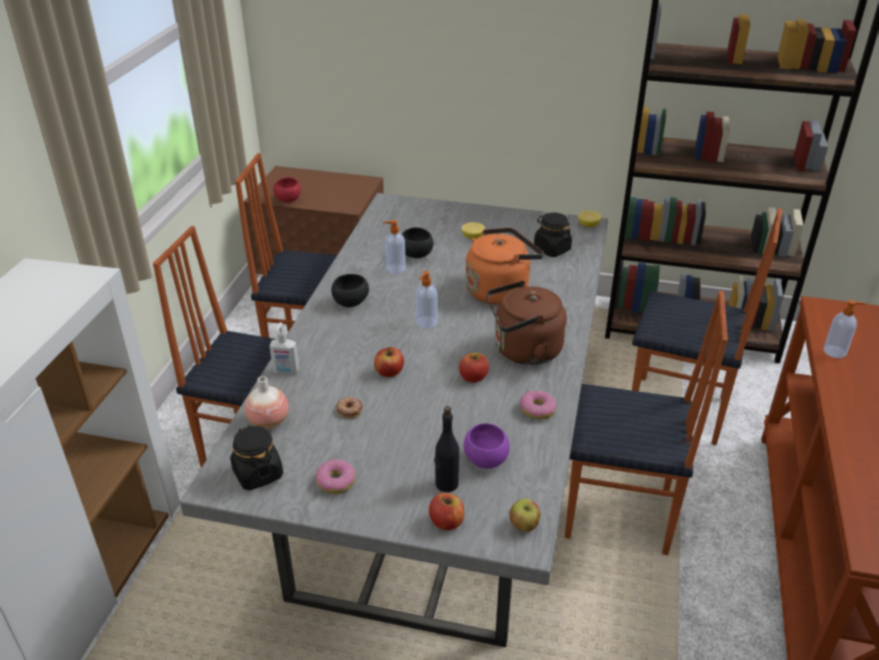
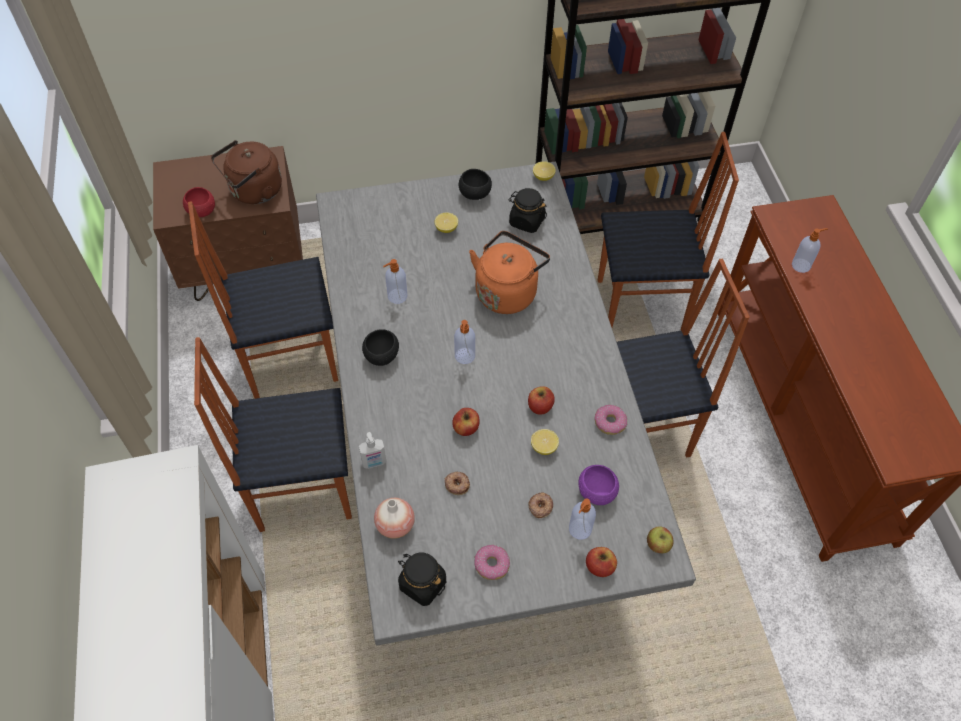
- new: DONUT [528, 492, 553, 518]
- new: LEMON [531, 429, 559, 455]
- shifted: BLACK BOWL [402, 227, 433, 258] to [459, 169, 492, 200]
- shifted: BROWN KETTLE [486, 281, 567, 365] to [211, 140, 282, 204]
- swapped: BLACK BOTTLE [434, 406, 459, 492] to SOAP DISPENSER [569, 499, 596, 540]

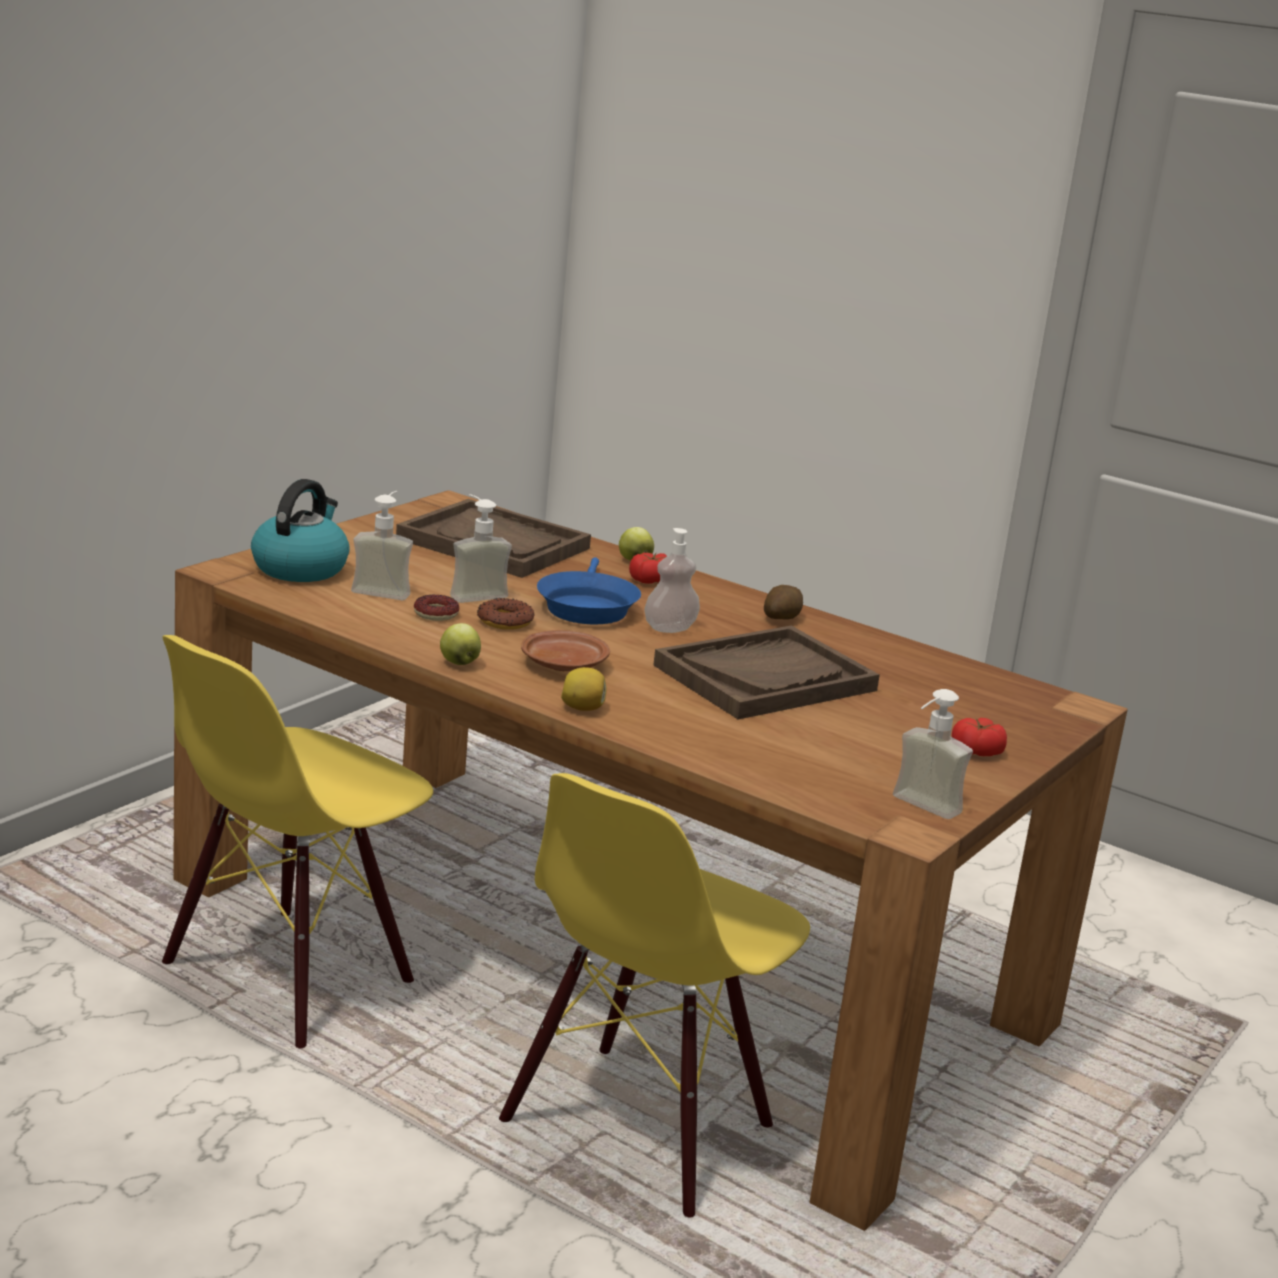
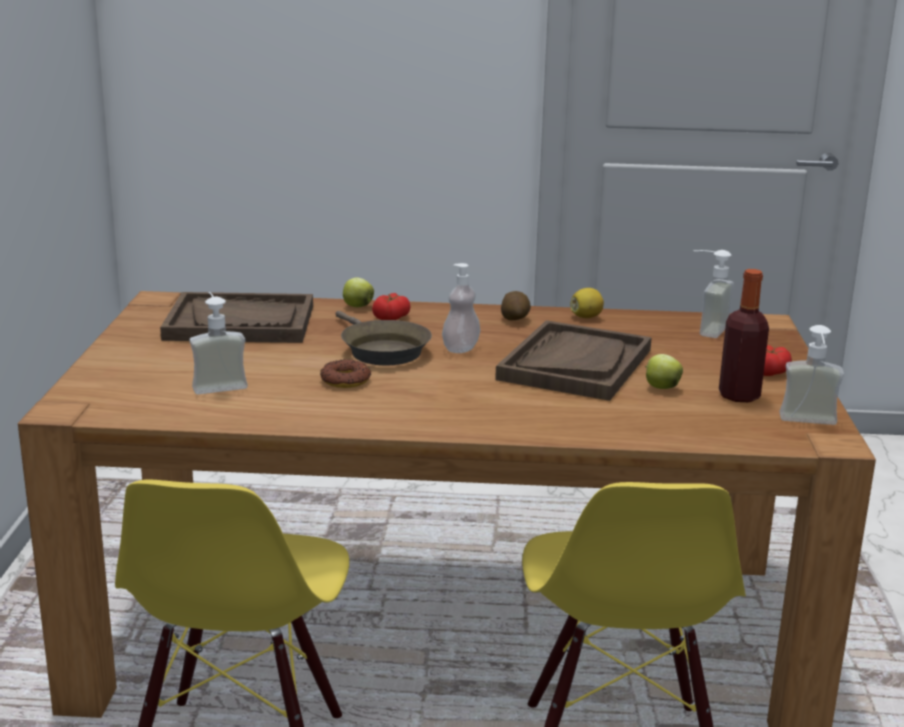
- gone: KETTLE [251, 479, 350, 582]
- gone: DONUT [414, 595, 459, 621]
- gone: BROWN PLATE [521, 630, 610, 671]
- new: BOTTLE [719, 269, 769, 402]
- shifted: APPLE [440, 623, 481, 665] to [645, 354, 683, 389]
- shifted: SOAP DISPENSER [450, 494, 512, 603] to [694, 250, 734, 338]
- shifted: LEMON [561, 667, 607, 711] to [570, 288, 604, 318]
- repainted: BLUE FRYING PAN [537, 557, 641, 624] to BROWN FRYING PAN [336, 311, 432, 365]

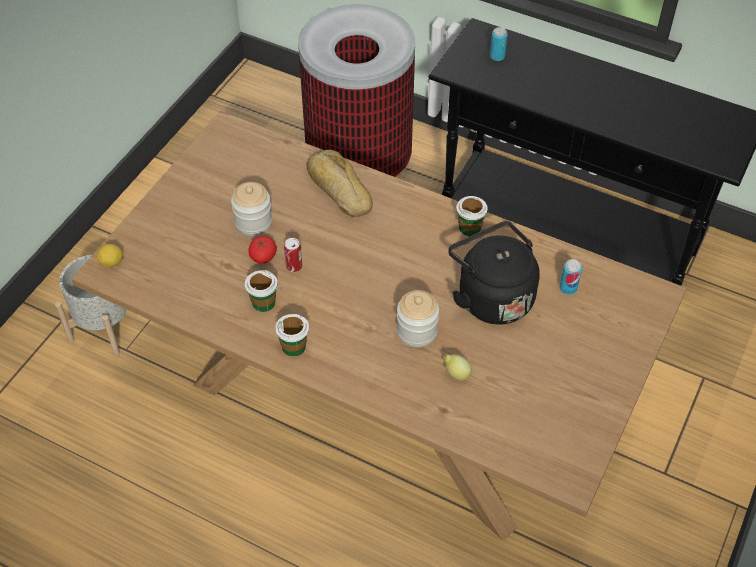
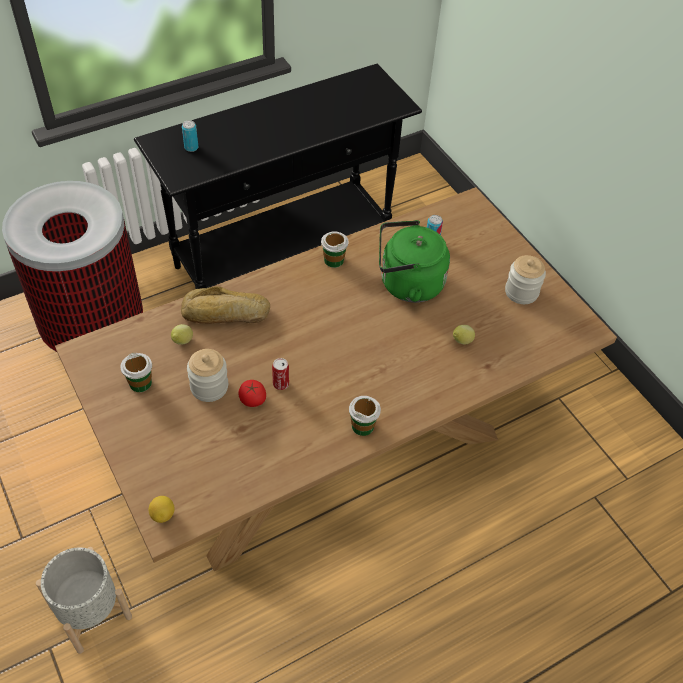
- new: LEMON [171, 324, 193, 345]
- shifted: CUP [245, 270, 277, 312] to [120, 353, 152, 392]
- shifted: JAR [397, 290, 439, 347] to [505, 255, 546, 304]
- repainted: BLACK KETTLE [448, 221, 540, 325] to GREEN KETTLE [379, 220, 450, 303]

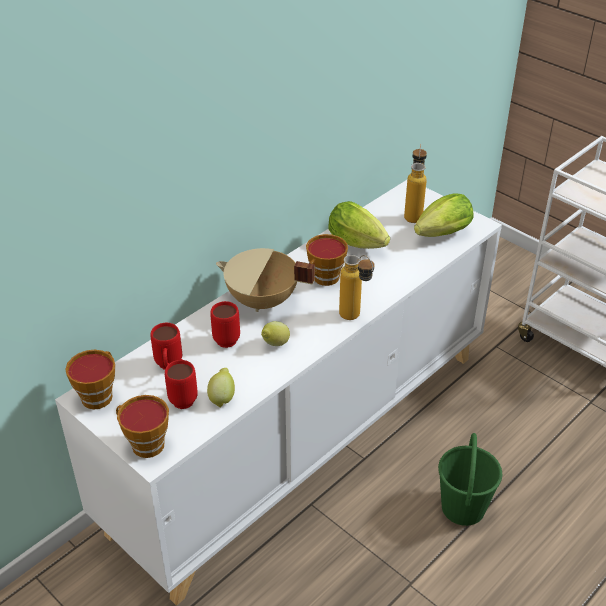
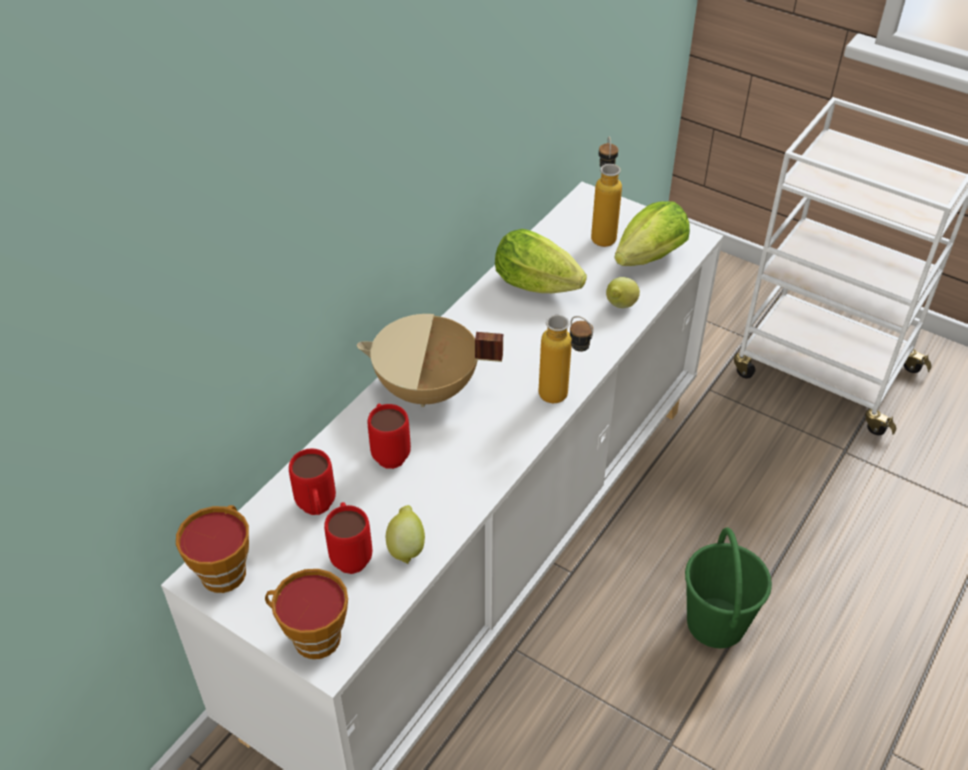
- gone: CUP [306, 234, 348, 286]
- shifted: LEMON [261, 321, 290, 346] to [606, 277, 640, 308]

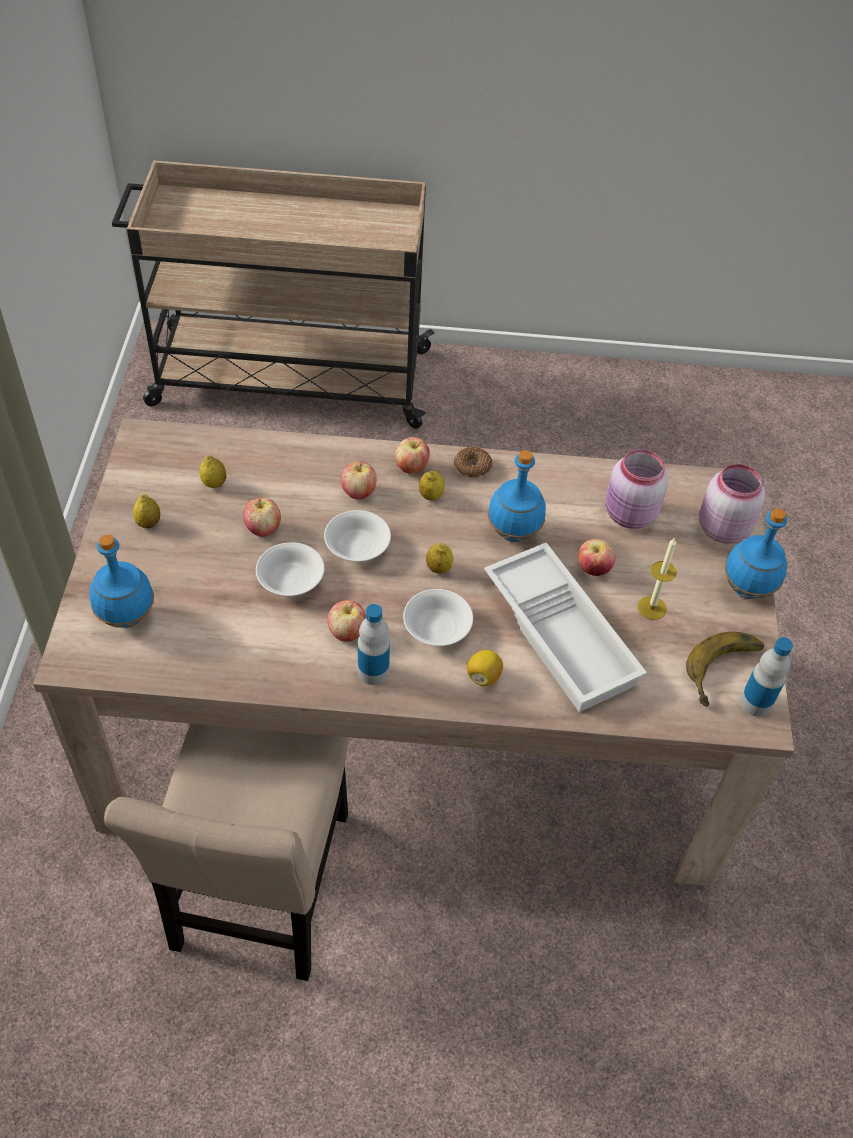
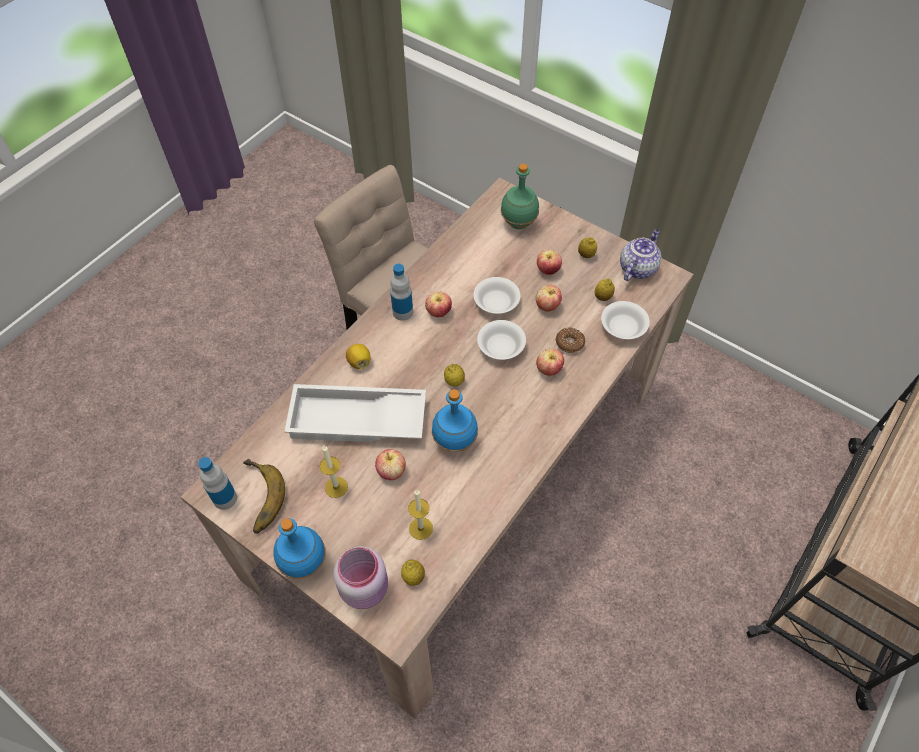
- new: TEAPOT [620, 229, 661, 281]
- shifted: APPLE [395, 437, 430, 473] to [537, 249, 562, 275]
- shifted: WHITE BOWL [403, 589, 473, 646] to [601, 301, 650, 339]
- shifted: LEMON [419, 471, 445, 500] to [401, 560, 425, 586]
- shifted: DONUT [454, 447, 492, 478] to [556, 327, 585, 353]
- swapped: PINK JAR [605, 449, 668, 529] to CANDLE [408, 490, 433, 540]
- repainted: BLUE BOTTLE [89, 535, 154, 628] to GREEN BOTTLE [501, 164, 539, 229]

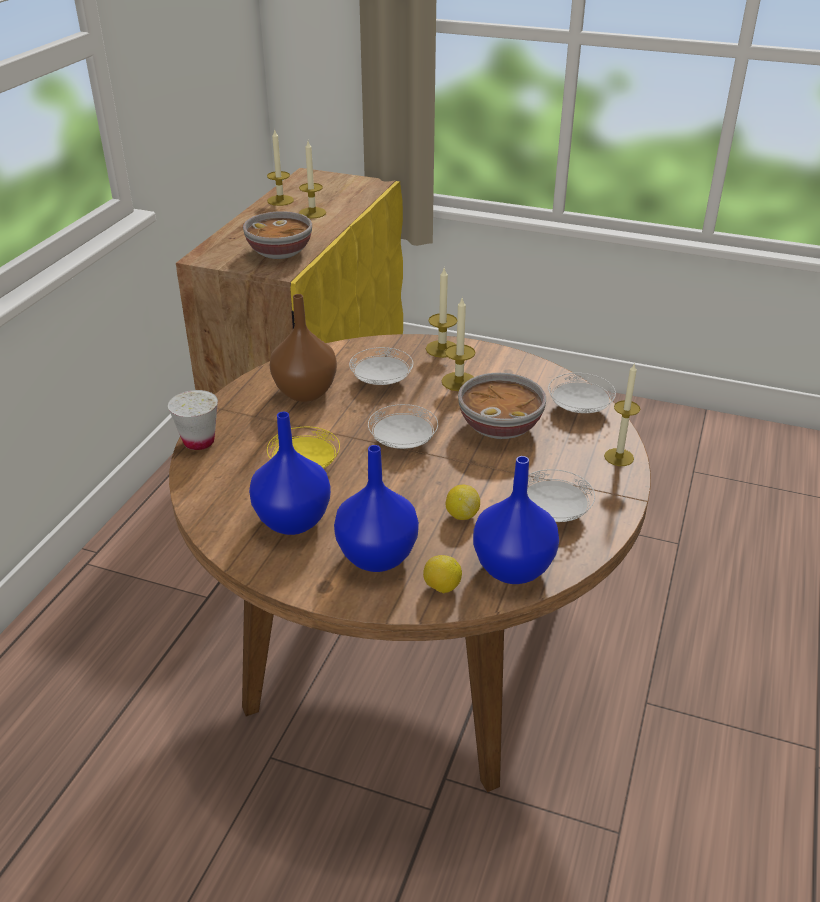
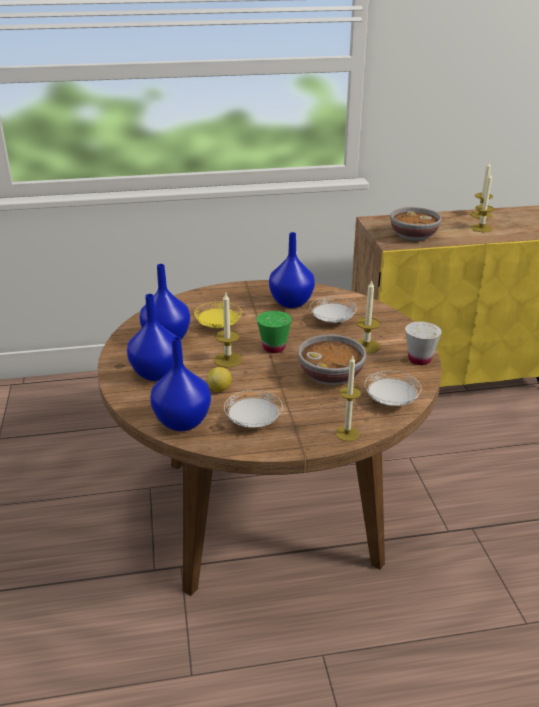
- gone: LEMON [423, 555, 462, 593]
- shifted: WHITE CUP [168, 390, 218, 450] to [405, 322, 442, 365]
- shifted: CANDLE [426, 268, 457, 358] to [214, 293, 242, 368]
- swapped: WHITE PLATE [368, 404, 438, 449] to GREEN CUP [257, 311, 292, 353]
- repainted: BROWN VASE [269, 294, 337, 402] to BLUE VASE [269, 232, 315, 308]

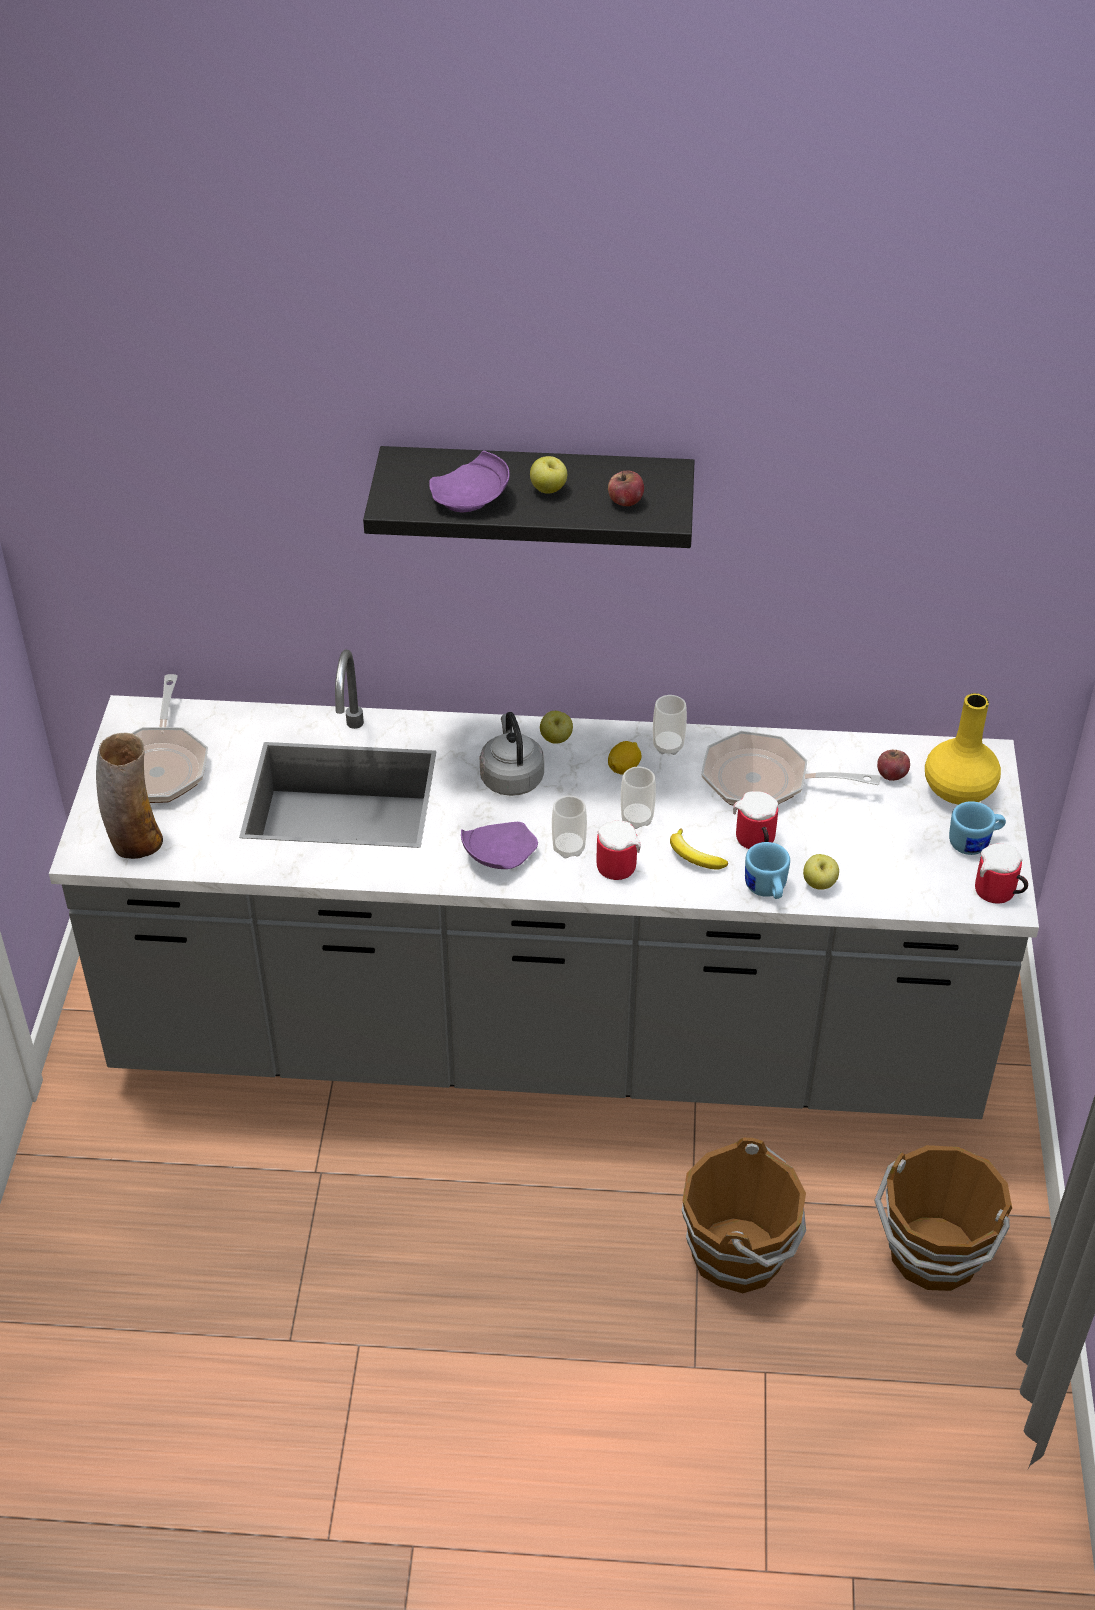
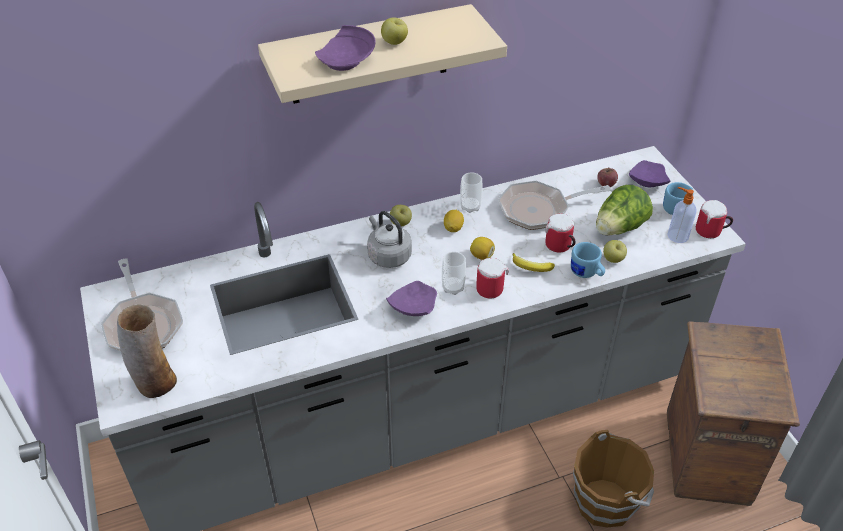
- gone: APPLE [608, 471, 644, 506]
- new: LETTUCE [596, 185, 653, 235]
- new: SOAP DISPENSER [667, 187, 696, 243]
- swapped: CUP [621, 767, 656, 829] to LEMON [470, 237, 495, 260]
- swapped: BROWN BUCKET [874, 1145, 1012, 1291] to CRATE [667, 321, 800, 506]
- swapped: YELLOW VASE [925, 693, 1001, 805] to PURPLE PLATE [629, 160, 670, 187]
- repainted: BLACK SHELF [363, 446, 694, 548] to BEIGE SHELF [258, 4, 507, 104]

